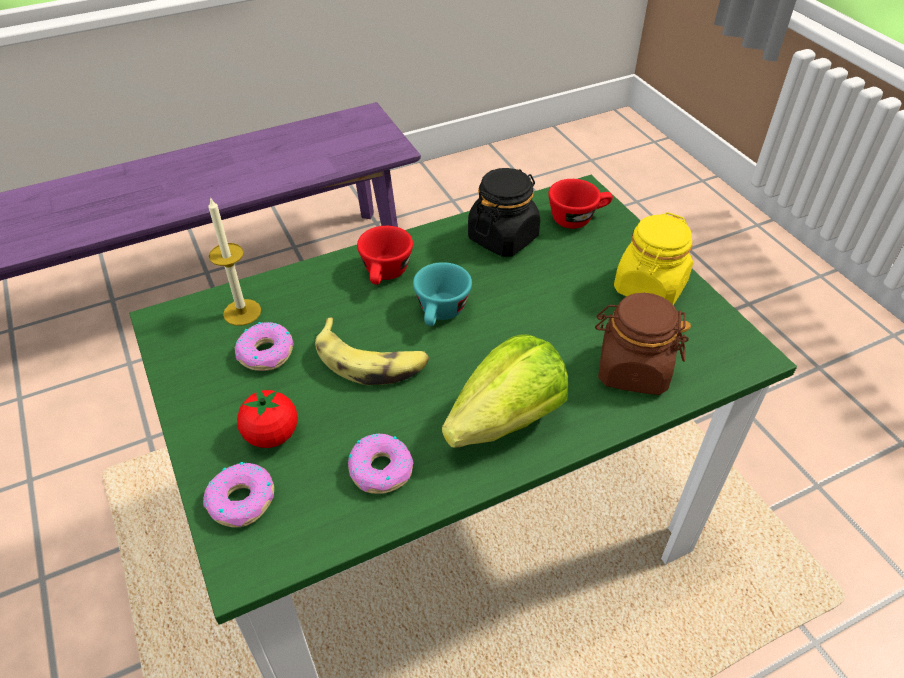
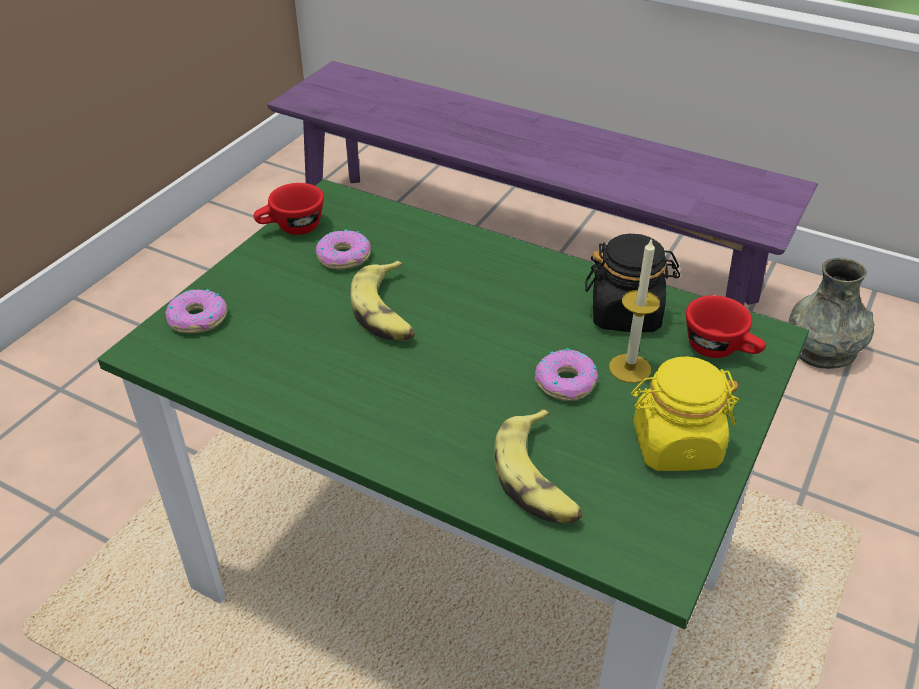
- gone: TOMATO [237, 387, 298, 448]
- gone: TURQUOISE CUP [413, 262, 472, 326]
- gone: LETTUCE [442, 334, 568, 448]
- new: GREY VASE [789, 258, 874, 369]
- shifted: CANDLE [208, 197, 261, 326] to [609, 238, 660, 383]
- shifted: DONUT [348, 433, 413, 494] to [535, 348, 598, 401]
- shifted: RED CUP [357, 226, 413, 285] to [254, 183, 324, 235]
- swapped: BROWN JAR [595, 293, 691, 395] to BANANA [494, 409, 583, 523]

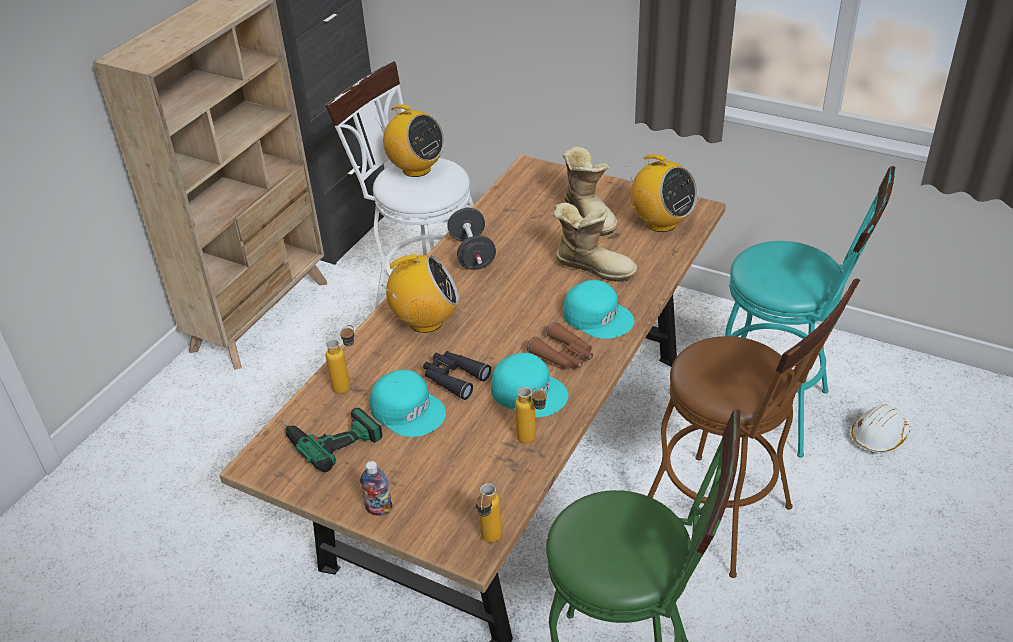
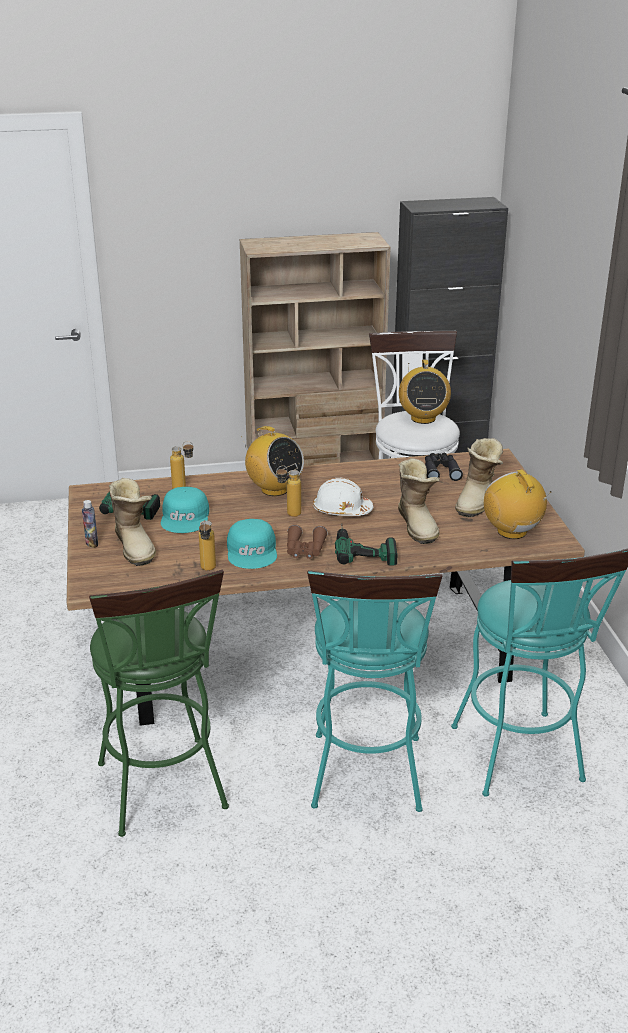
- gone: BLACK DUMBBELL [447, 208, 496, 270]
- new: BOOT [109, 478, 156, 566]
- shifted: BLACK BINOCULARS [423, 351, 491, 400] to [425, 453, 463, 481]
- shifted: BOTTLE [476, 483, 502, 543] to [276, 465, 301, 517]
- shifted: WHITE HARD HAT [851, 404, 911, 453] to [313, 478, 373, 516]
- swapped: TURQUOISE CAP [563, 280, 634, 339] to POWER DRILL [335, 528, 398, 565]
- repainted: BROWN STOOL [648, 279, 860, 578] to TURQUOISE STOOL [307, 570, 442, 812]
- rotated: RADIO [626, 154, 697, 232] = [484, 469, 551, 539] 150 degrees clockwise

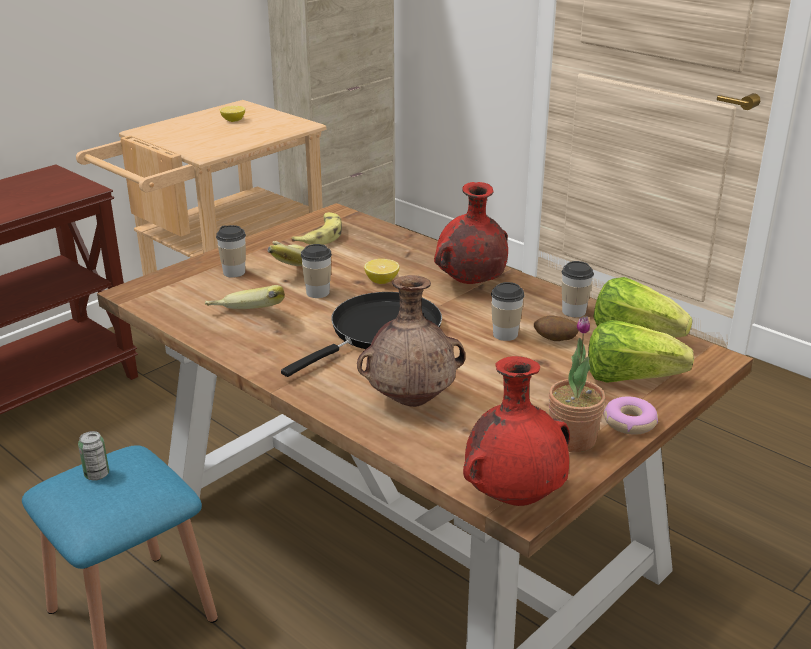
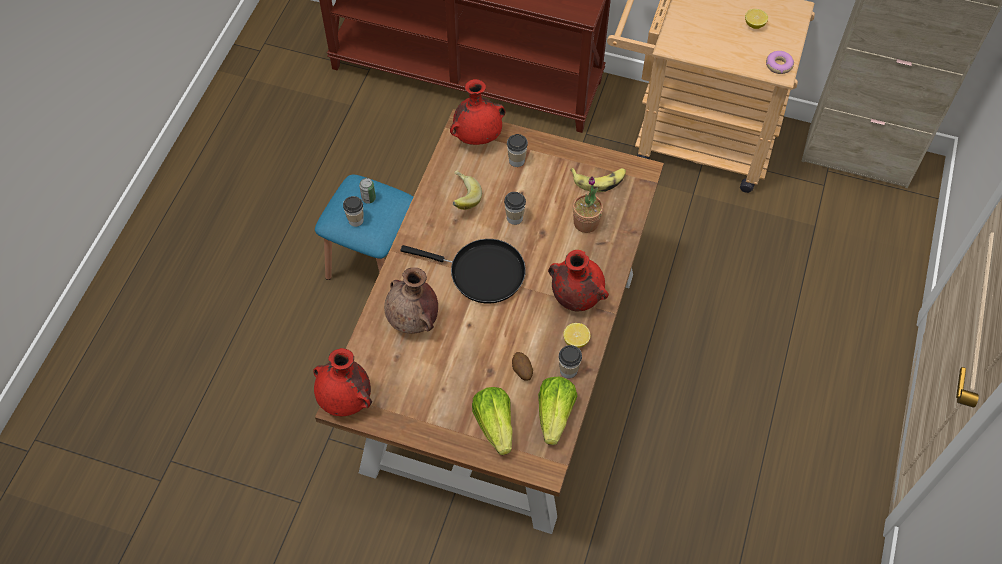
- gone: BANANA [267, 241, 305, 266]
- new: RED VASE [450, 79, 505, 145]
- shifted: LEMON [364, 259, 399, 284] to [563, 323, 590, 348]
- shifted: CUP [491, 282, 525, 341] to [343, 196, 364, 227]
- shifted: POTTED PLANT [549, 316, 606, 453] to [573, 176, 603, 233]
- shifted: DONUT [603, 396, 658, 435] to [766, 51, 794, 74]

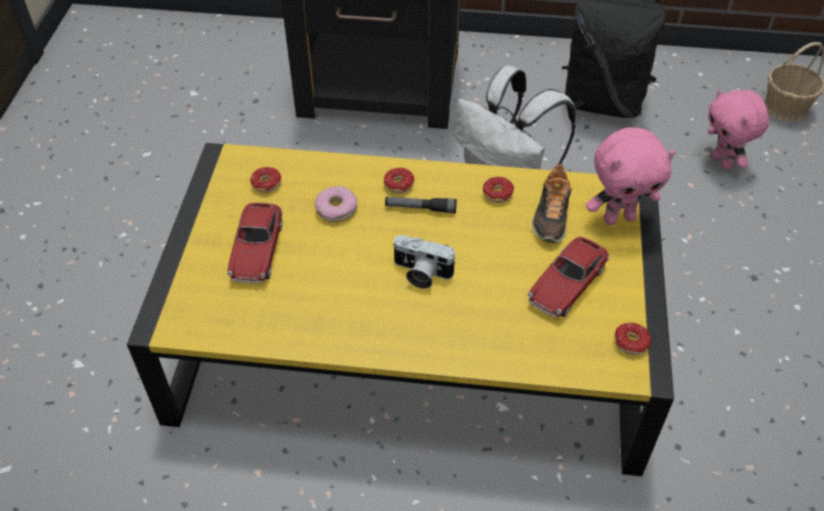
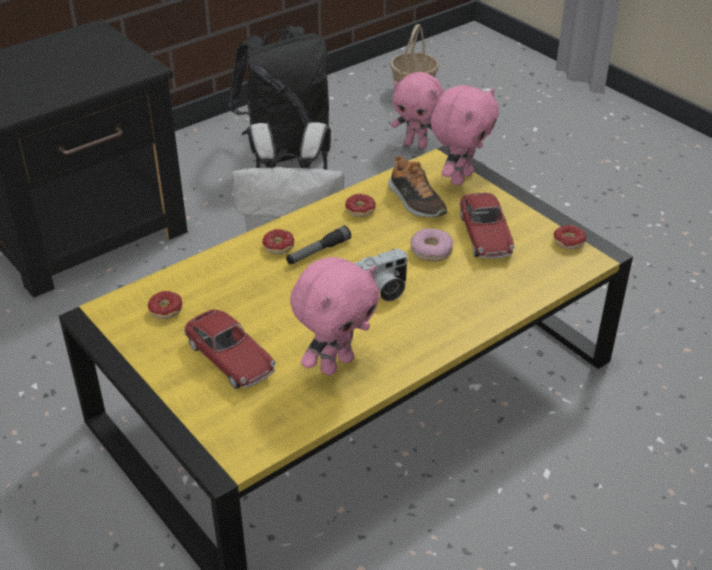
- new: PINK PLUSH TOY [290, 257, 380, 376]
- shifted: DONUT [315, 186, 358, 223] to [410, 228, 453, 262]

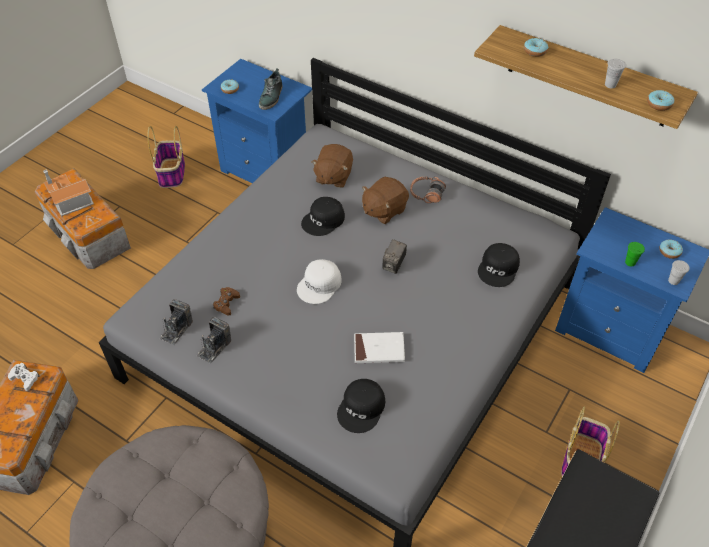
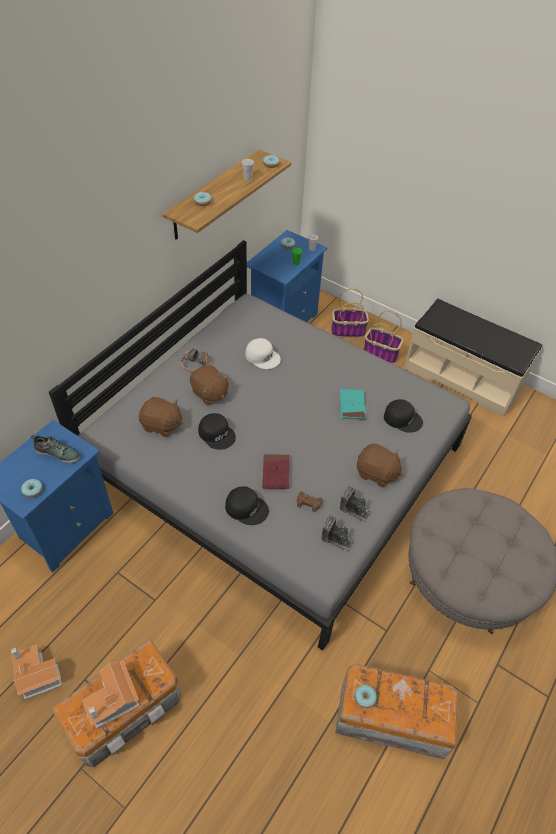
- gone: PHOTO CAMERA [382, 239, 407, 274]
- new: TOY HOUSE [11, 645, 62, 699]
- new: RED BOOK [262, 454, 290, 489]
- new: BROWN PLUSH TOY [357, 443, 403, 487]
- shifted: BASKET [147, 126, 185, 188] to [331, 289, 369, 338]
- shifted: WHITE CAP [297, 259, 341, 304] to [245, 338, 281, 369]
- shifted: BLACK CAP [478, 243, 520, 287] to [225, 486, 269, 525]
- swapped: WHITE GAME CONTROLLER [8, 363, 40, 391] to DONUT [355, 685, 377, 708]
- repainted: WHITE BOOK [354, 332, 405, 363] to TURQUOISE BOOK [340, 389, 366, 421]

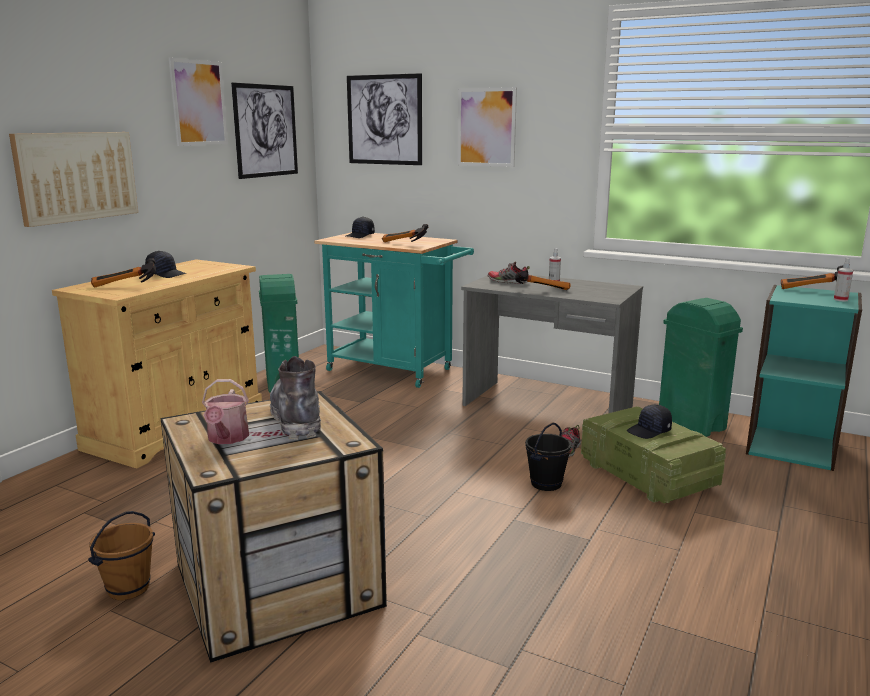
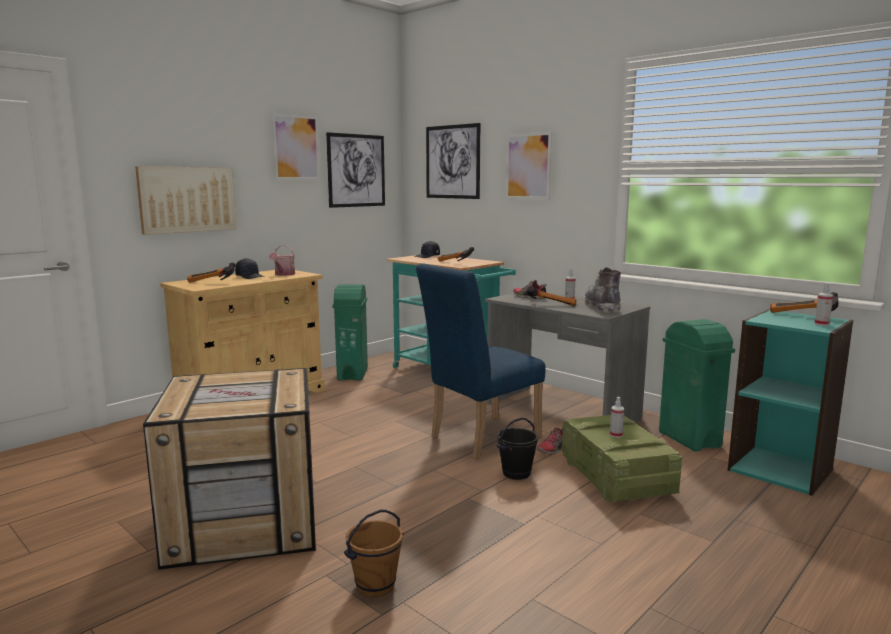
- new: BLUE CHAIR [416, 263, 545, 460]
- shifted: BROWN BUCKET [88, 511, 155, 601] to [344, 510, 404, 597]
- shifted: WATERING CAN [202, 379, 249, 444] to [269, 245, 295, 276]
- shifted: GREY BOOT [270, 356, 321, 440] to [585, 267, 621, 312]
- swapped: BLACK CAP [627, 404, 672, 439] to SPRAY BOTTLE [610, 397, 624, 438]

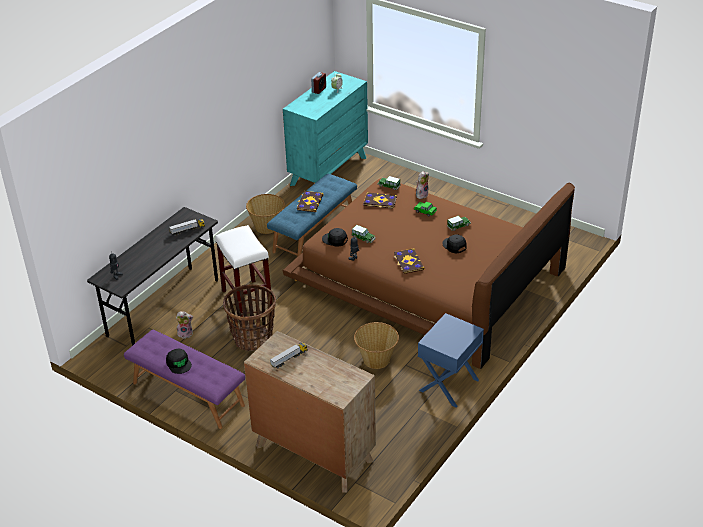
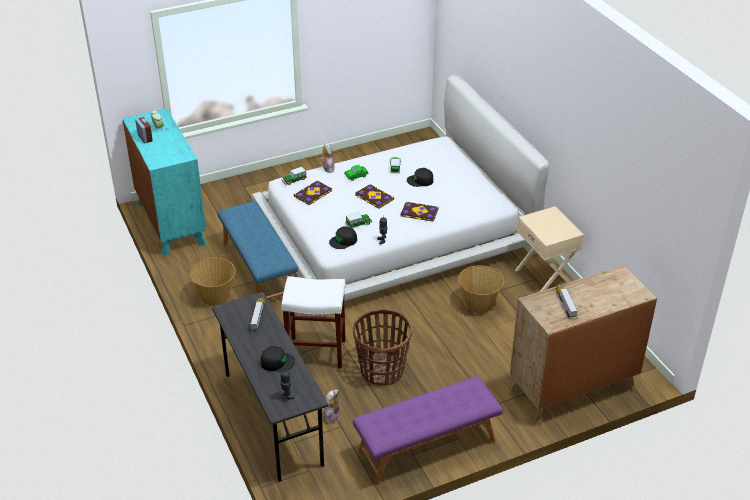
- shifted: BLACK CAP [166, 349, 192, 374] to [261, 346, 295, 371]
- shifted: BOOK [297, 191, 324, 212] to [356, 184, 394, 209]
- repainted: BROWN BED [282, 178, 575, 369] to WHITE BED [252, 75, 549, 301]
- repainted: BLUE NIGHTSTAND [418, 313, 484, 408] to BEIGE NIGHTSTAND [515, 206, 584, 292]

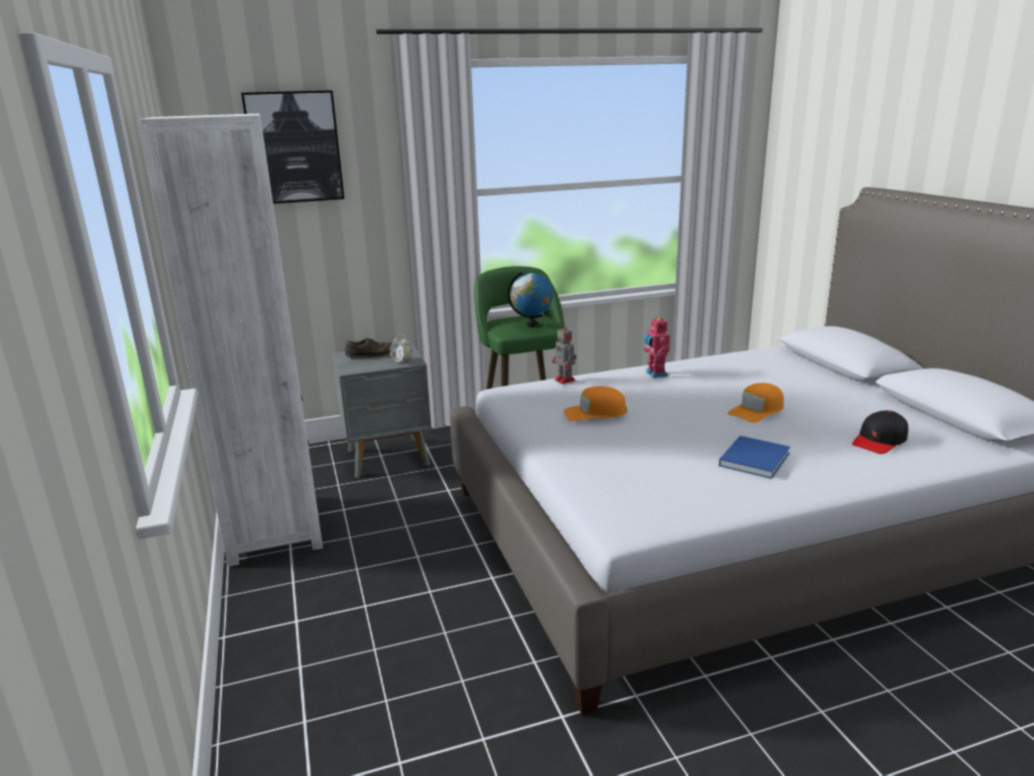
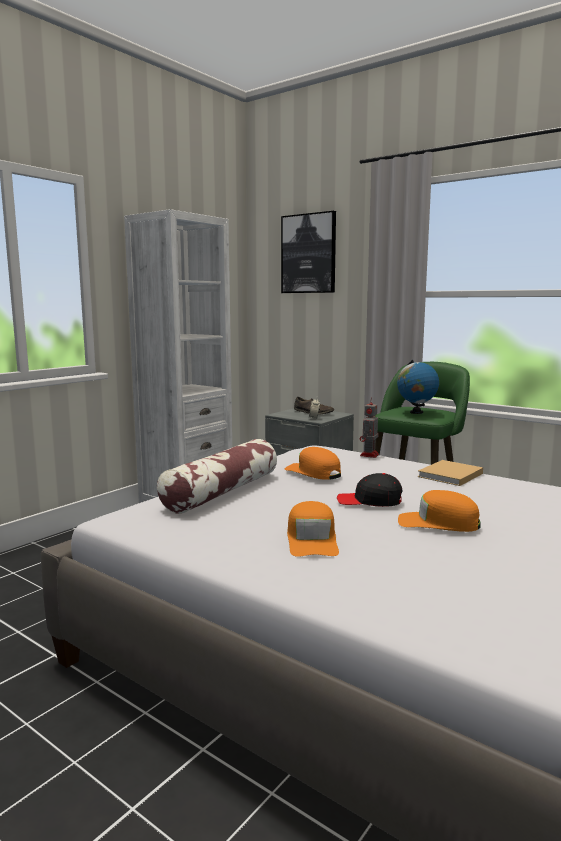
- new: PILLOW [157, 439, 277, 514]
- shifted: BLACK CAP [852, 410, 908, 454] to [337, 473, 402, 507]
- swapped: TOY ROBOT [644, 316, 670, 378] to BEIGE BOOK [418, 460, 483, 486]
- swapped: BLUE BOOK [719, 436, 790, 479] to ORANGE CAP [287, 501, 339, 557]

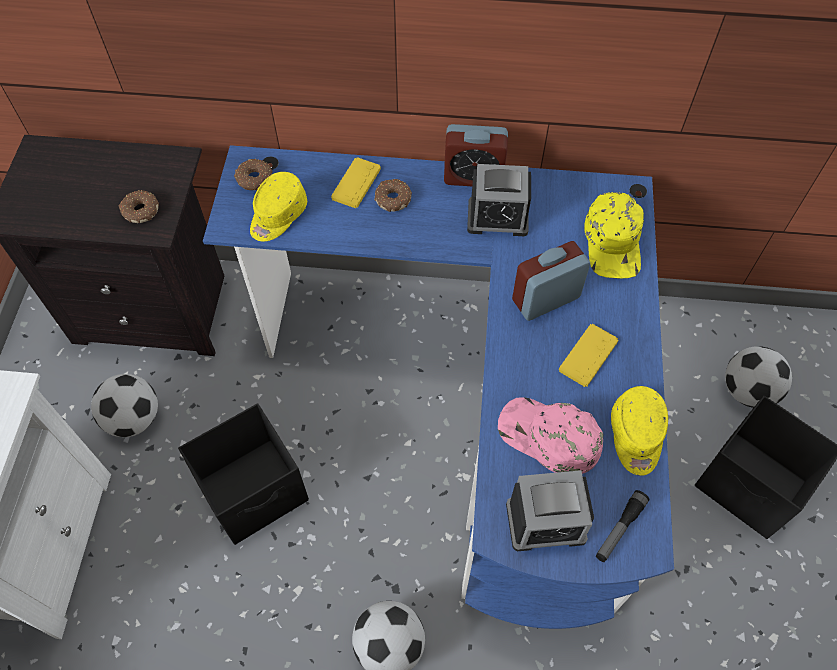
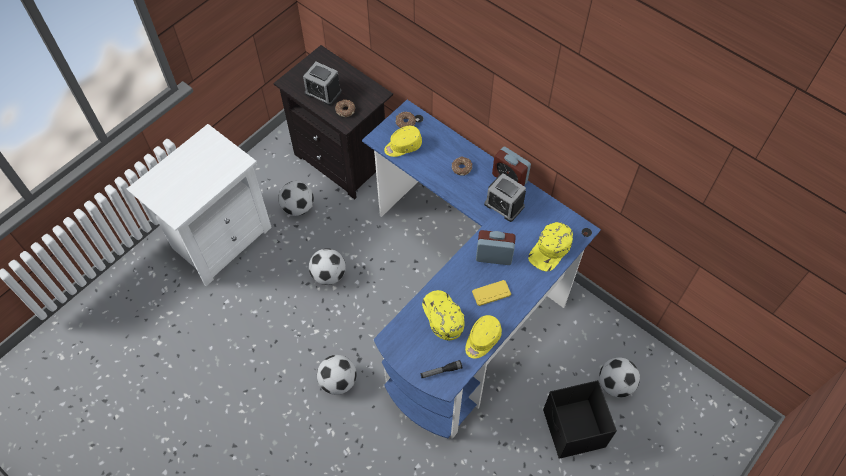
- gone: YELLOW GAME CONTROLLER [331, 157, 381, 208]
- shifted: ALARM CLOCK [506, 470, 594, 551] to [303, 62, 342, 106]
- swapped: BLACK STORAGE BOX [178, 403, 309, 545] to FOOTBALL [309, 248, 346, 285]
- repainted: PINK CAP [498, 397, 604, 474] to YELLOW CAP [422, 290, 465, 340]

